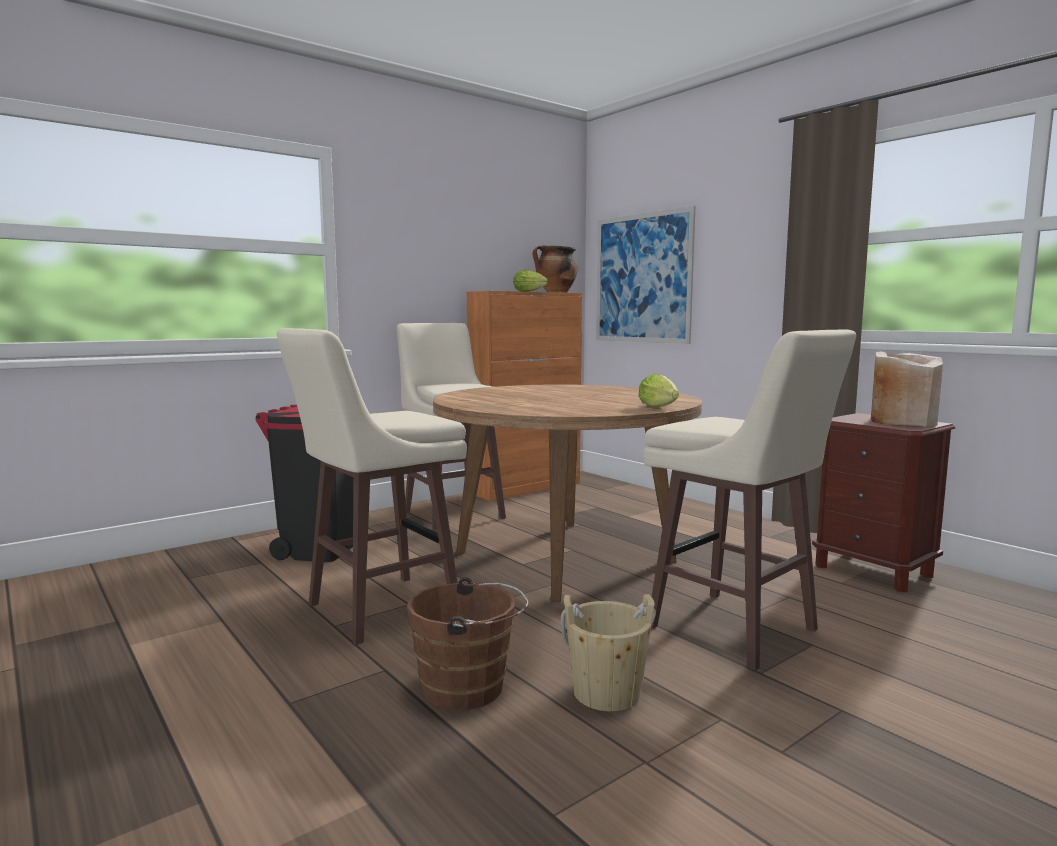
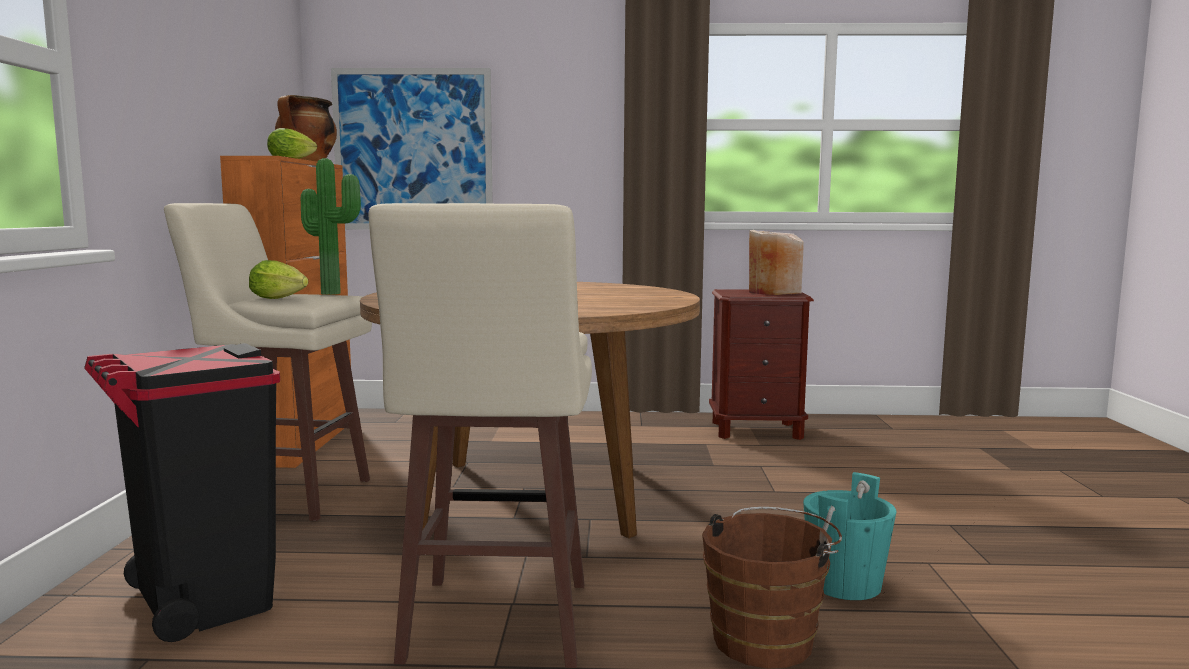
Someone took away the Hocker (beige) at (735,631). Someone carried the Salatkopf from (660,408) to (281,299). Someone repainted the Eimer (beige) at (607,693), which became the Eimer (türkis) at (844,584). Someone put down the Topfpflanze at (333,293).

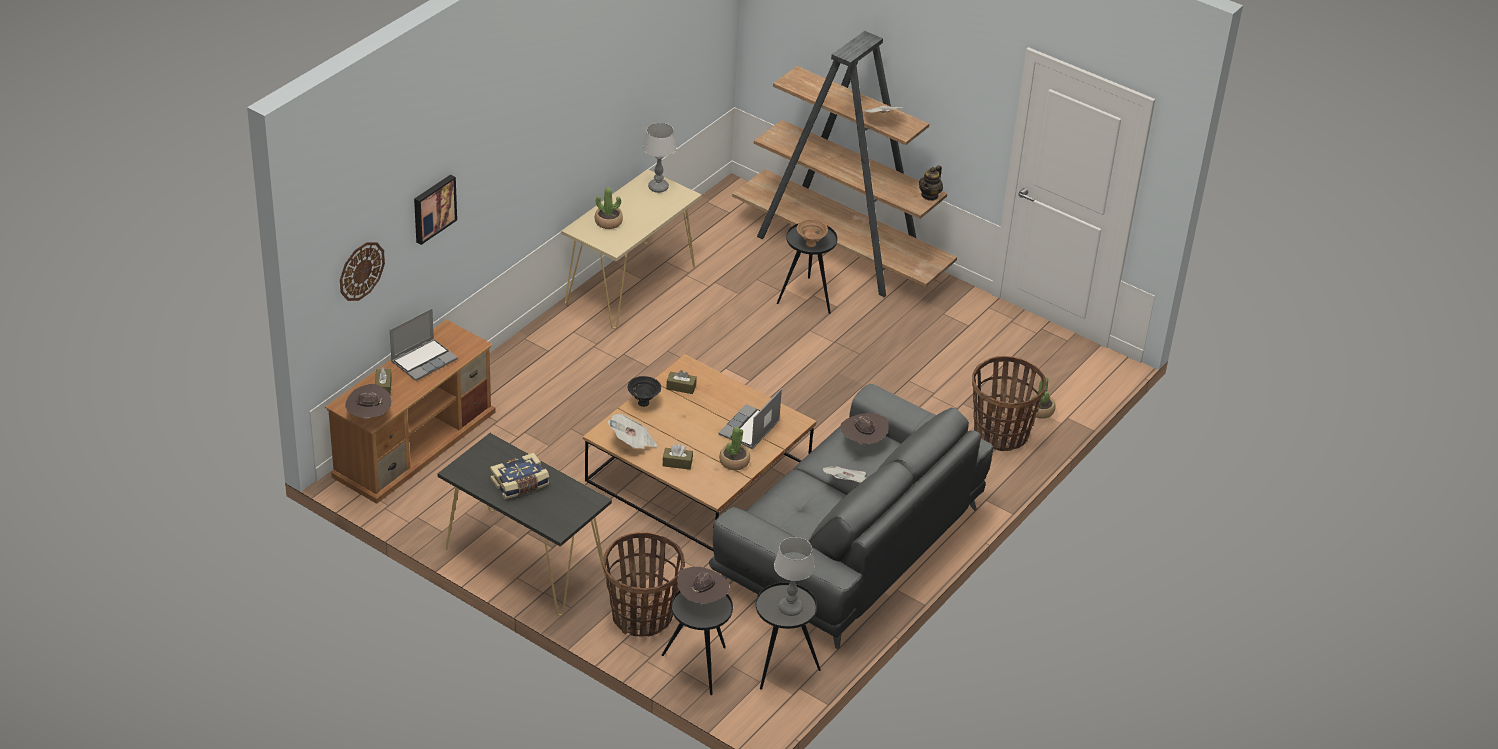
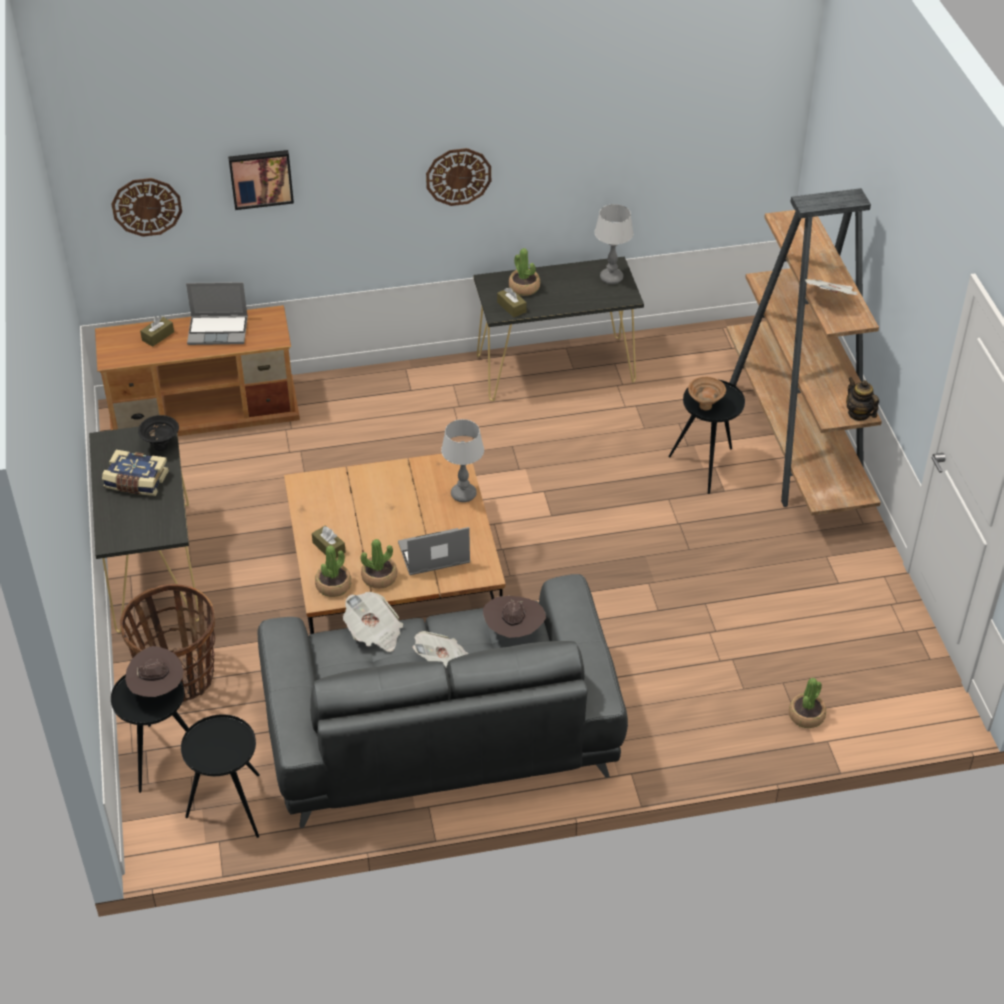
Someone rotated the Teekanne at (930,195) by 75 degrees clockwise. Someone repainted the Konsolentisch (beige) at (631,284), which became the Konsolentisch (schwarz) at (556,368). Someone took away the Korb at (1001,434). Someone carried the Taschentuchbox (braun) from (681,387) to (511,307). Someone carried the Schüssel (schwarz) from (643,402) to (162,446). Someone took away the Hut (braun) at (369,417). Someone carried the Zeitung from (632,442) to (374,633). Someone carried the Tischlampe from (791,608) to (464,494). Someone put up the Wanduhr at (458,176). Someone put down the Topfpflanze at (333,585).

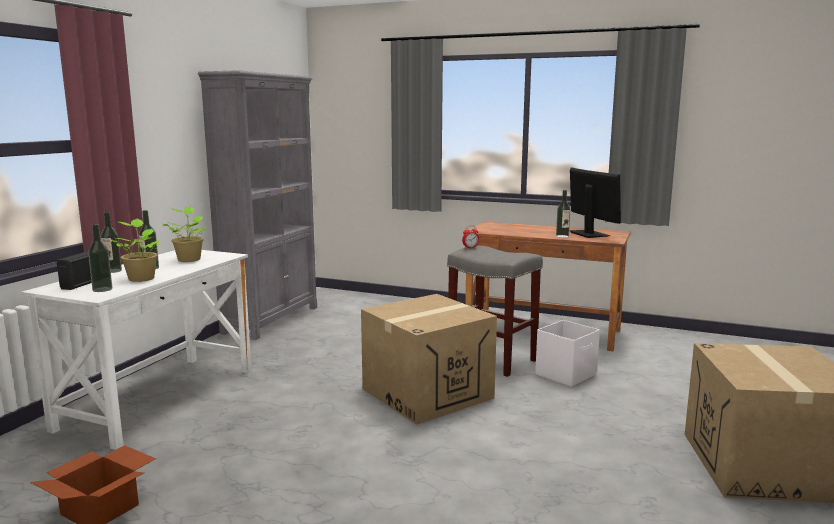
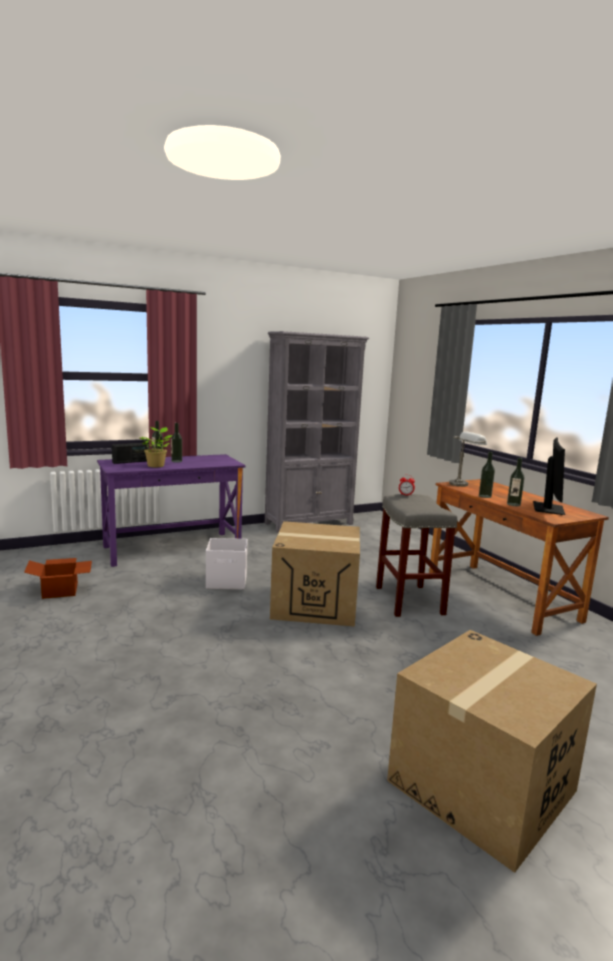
Someone took away the Topfpflanze at (189,259). Someone carried the Flasche from (102,289) to (485,496). Someone repainted the Schreibtisch (weiß) at (159,398), which became the Schreibtisch (lila) at (172,548). Someone carried the Aufbewahrungsbox (weiß) from (566,374) to (227,582). Someone put down the Tischlampe (grau) at (463,483).

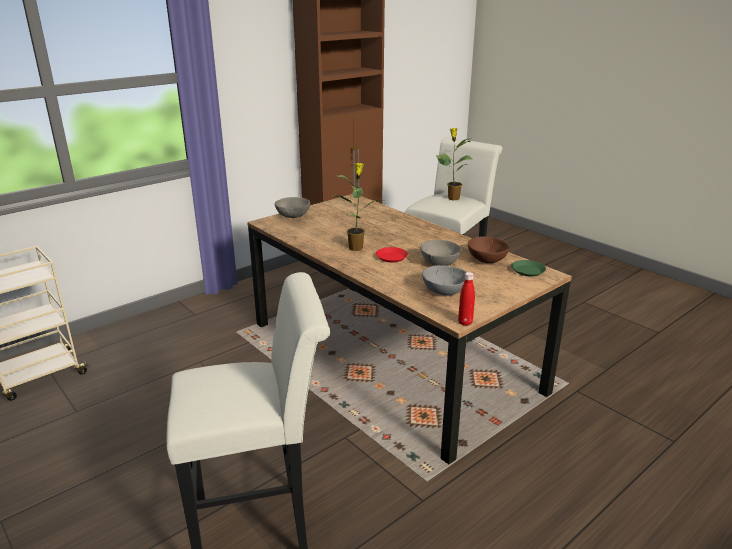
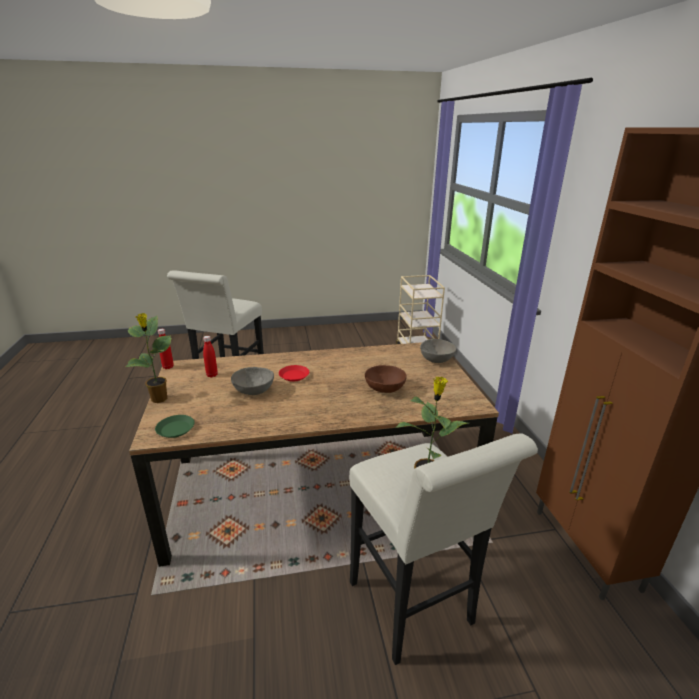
Someone carried the Topfpflanze from (356,247) to (159,399). Someone carried the Schüssel (braun) from (486,260) to (385,389). Someone swapped the Schüssel (grau) at (443,292) for the Flasche (rot) at (212,375).

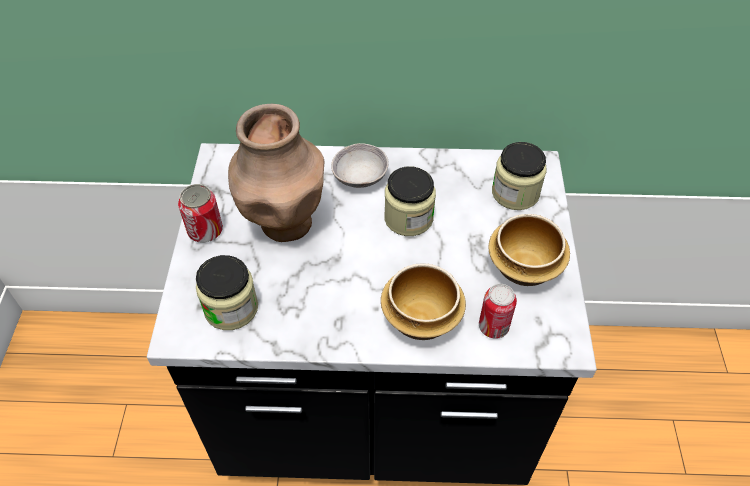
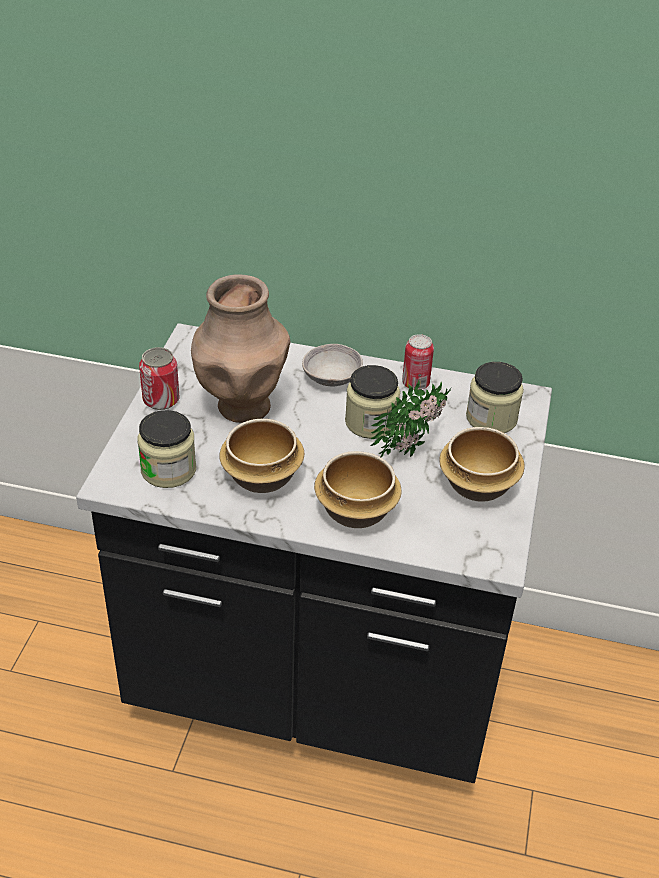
Someone carried the Dose from (493,327) to (415,384). Someone put down the Topfpflanze at (413,448). Someone put down the Schüssel at (263,478).

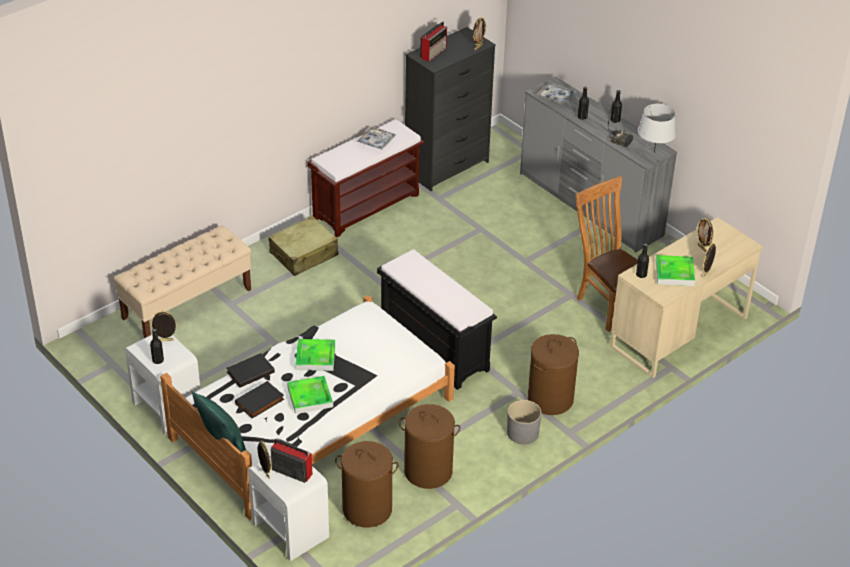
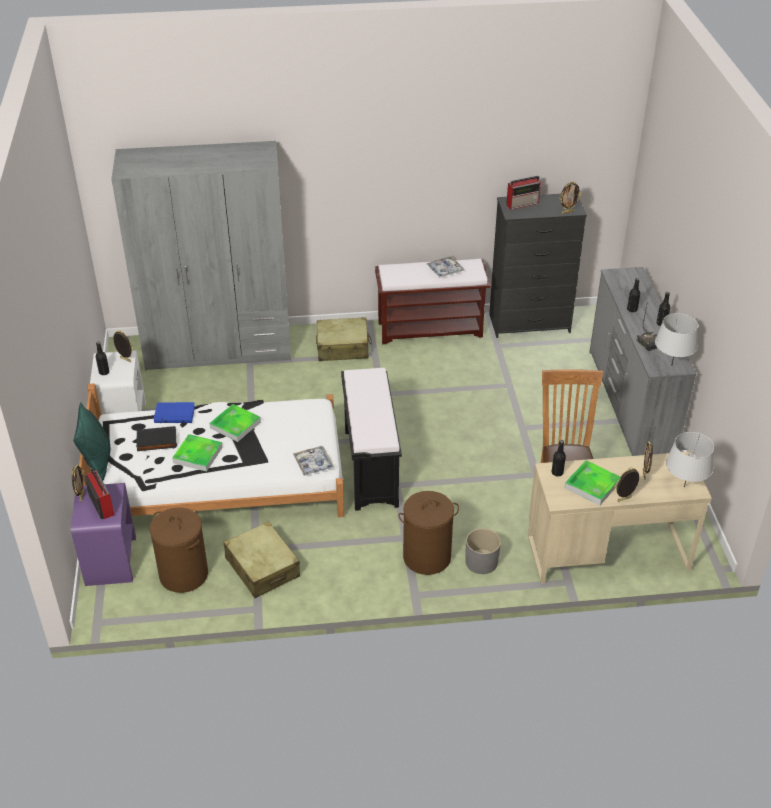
Someone carried the Tablett from (556,96) to (313,464). Someone swapped the Bank (beige) at (187,303) for the Kleiderschrank (grau) at (219,349). Someone repainted the Buch (schwarz) at (250,371), which became the Buch (blau) at (175,414). Someone carried the Pflanzkübel (grau) from (522,433) to (481,562). Someone swapped the Wäschekorb (braun) at (427,471) for the Koffer (beige) at (262,567). Someone repainted the Nachttisch (weiß) at (290,529), which became the Nachttisch (lila) at (111,560). Someone put down the Tischlampe (grau) at (684,487).

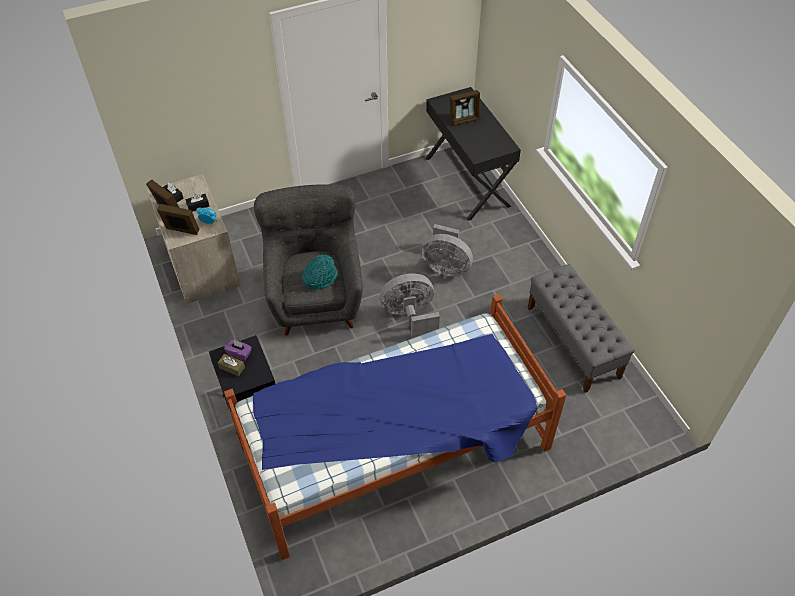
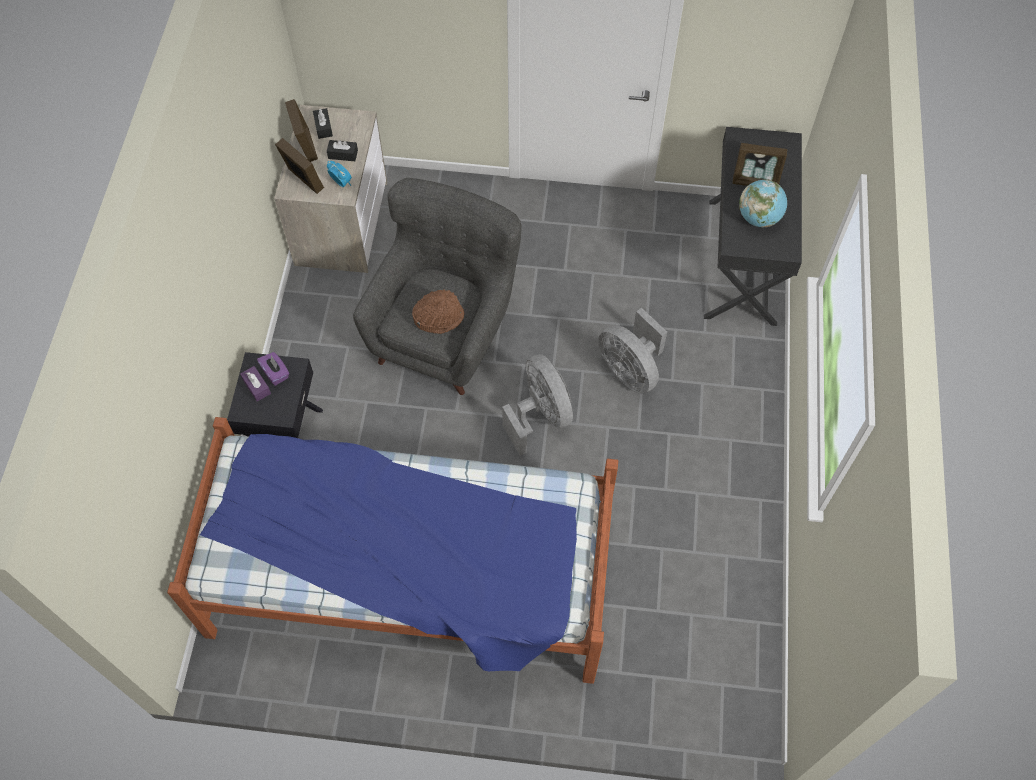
Someone repainted the Hut (türkis) at (320,278), which became the Hut (braun) at (439,317). Someone took away the Bank (grau) at (573,342). Someone rotated the Ventilator (grau) at (410,316) by 45 degrees clockwise. Someone repainted the Taschentuchbox (braun) at (232,367), which became the Taschentuchbox (lila) at (256,386). Someone put down the Globus at (759,218).

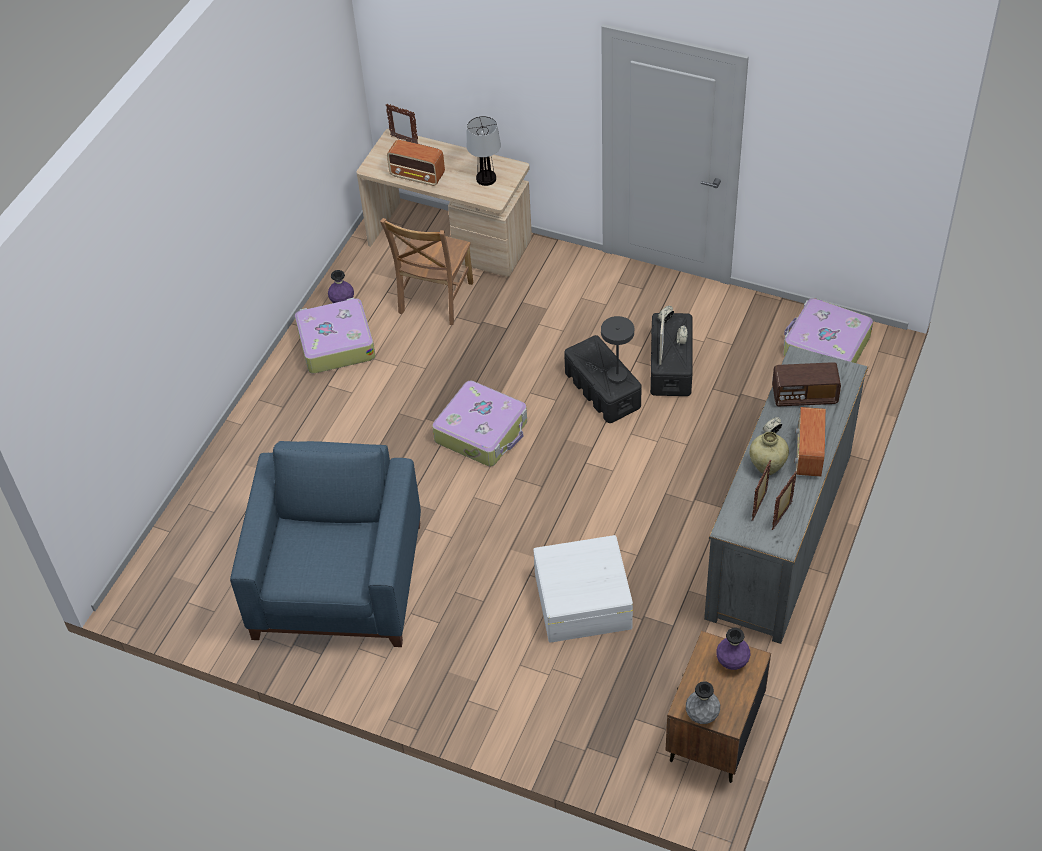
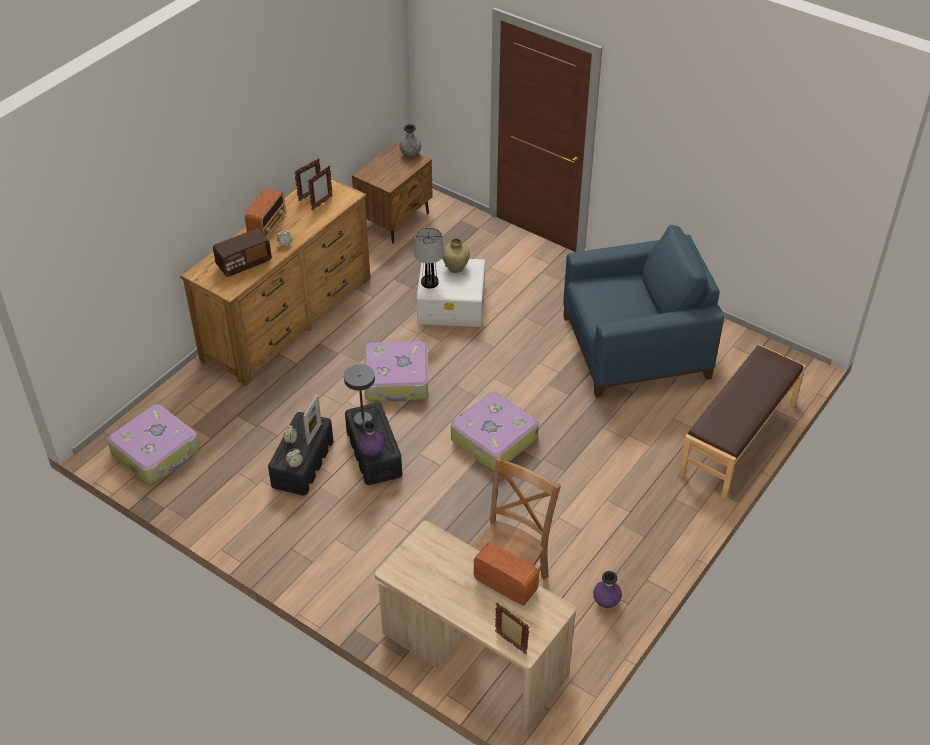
Someone carried the Tischlampe from (486,178) to (429,283). Someone carried the Koffer from (335,343) to (397,380). Someone repainted the Kommode (grau) at (779,535), which became the Kommode (braun) at (288,318). Someone rotated the Radio at (804,396) by 135 degrees clockwise. Someone carried the Vase (beige) from (767,467) to (455,268). Someone rotated the Sessel (blau) at (338,582) by 120 degrees counterclockwise. Someone carried the Vase (lila) from (732,662) to (371,452). Someone put down the Bank (braun) at (739,439).

